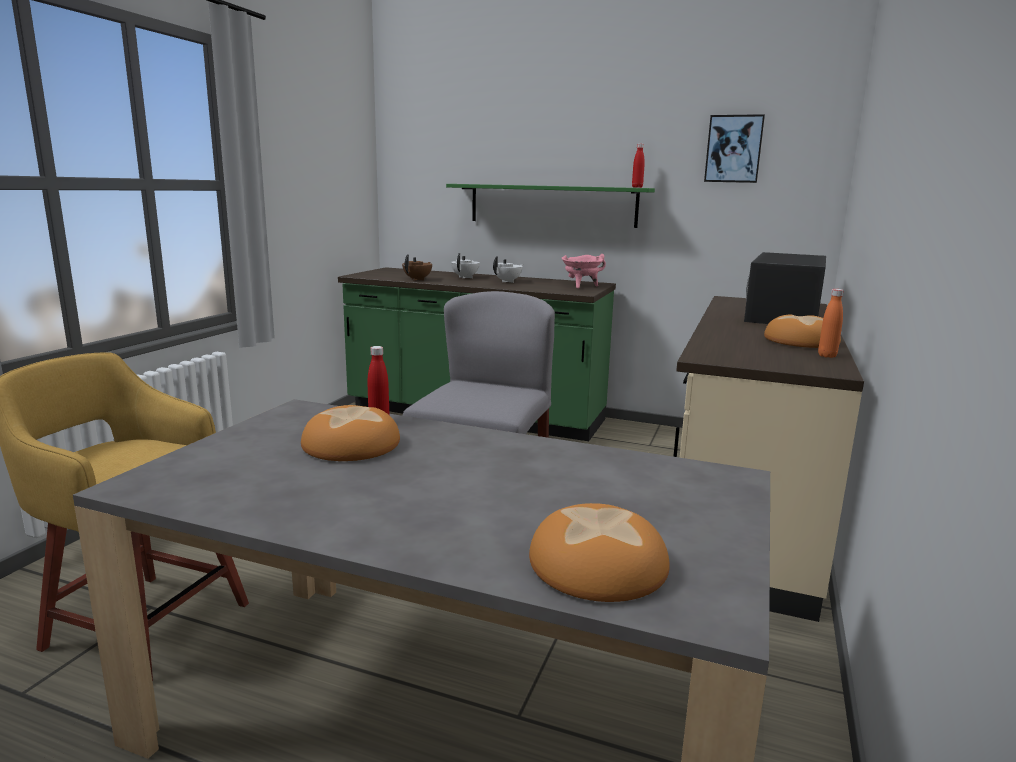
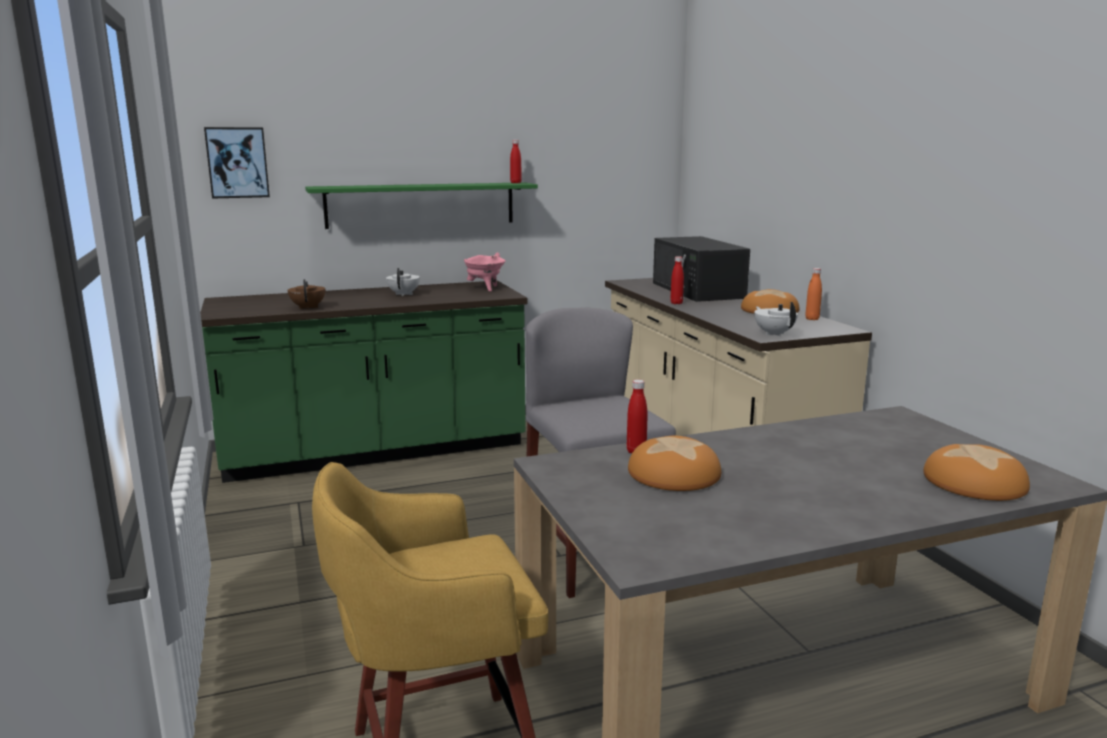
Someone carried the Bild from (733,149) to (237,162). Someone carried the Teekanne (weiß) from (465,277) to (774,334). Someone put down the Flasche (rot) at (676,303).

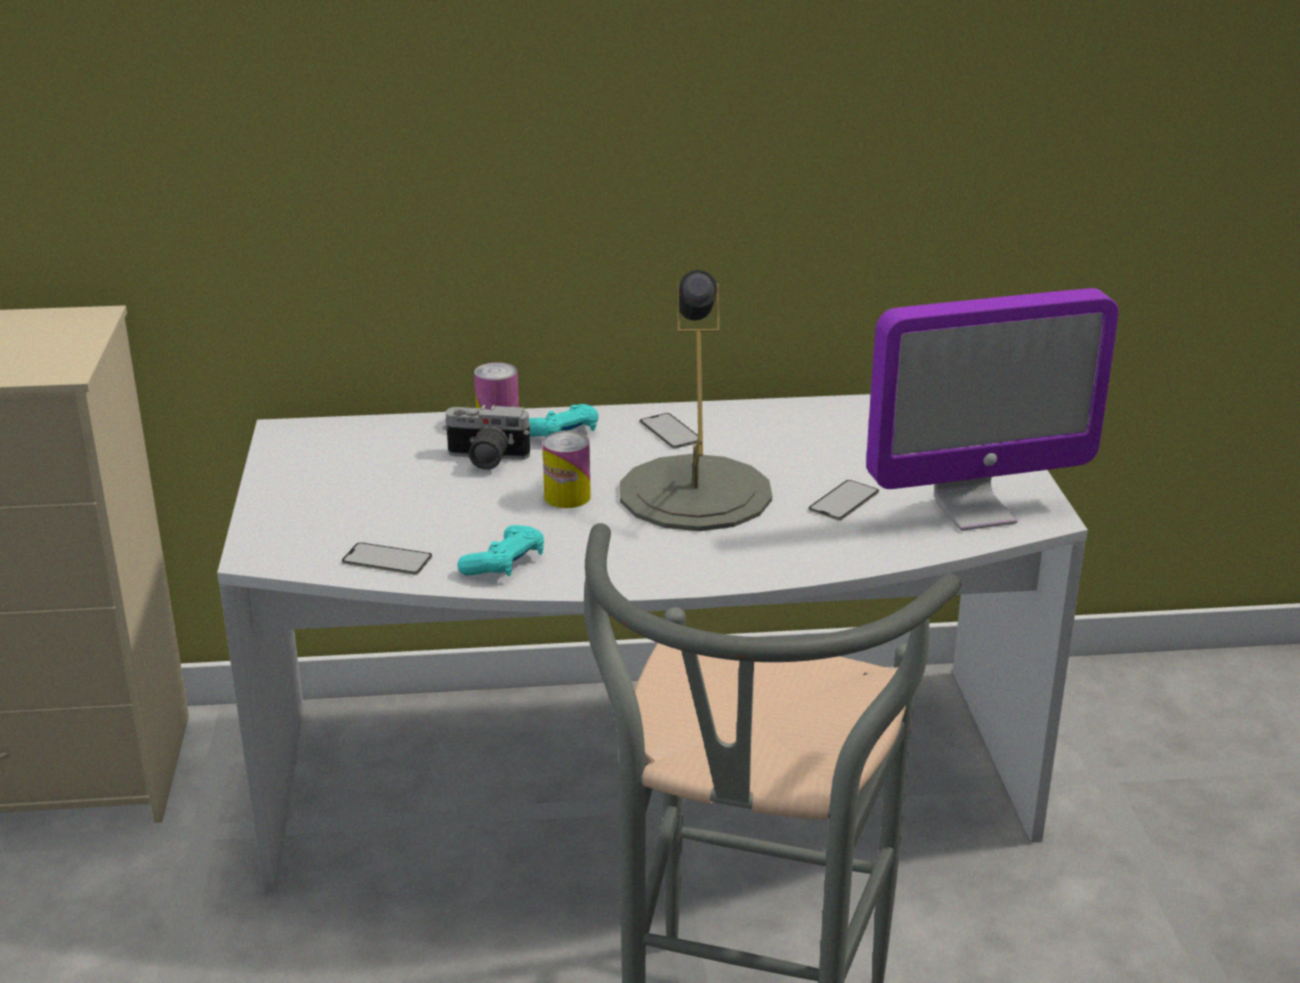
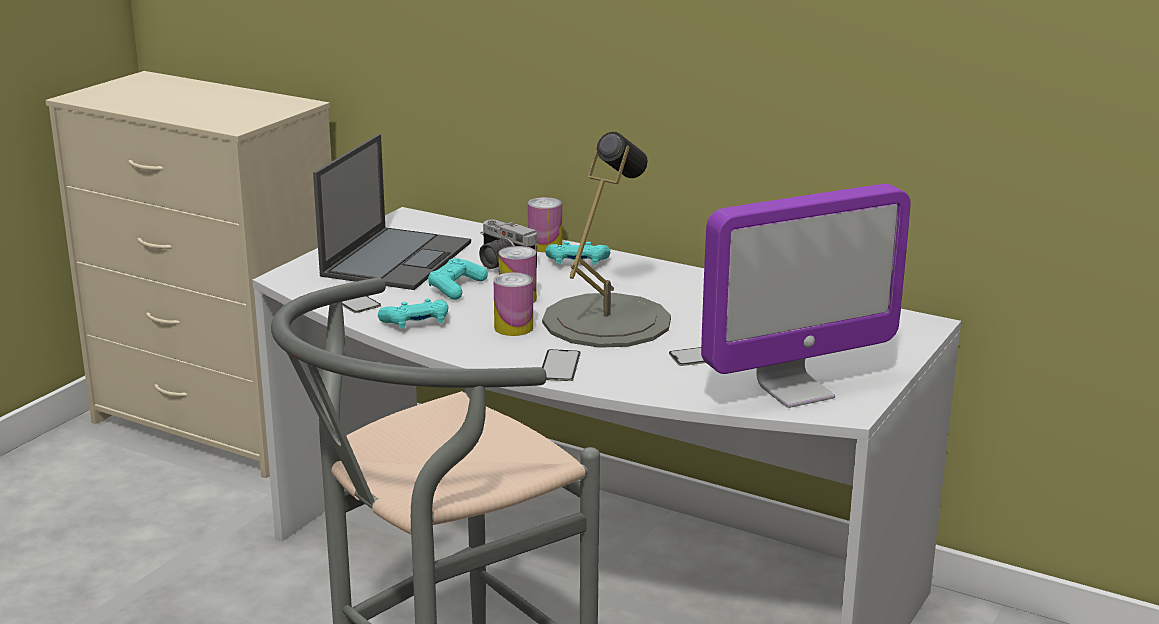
Someone rotated the Monitor at (974,511) by 45 degrees counterclockwise. Someone carried the Handy from (670,431) to (560,366). Someone put down the Laptop at (397,258). Someone put down the Gamepad (türkis) at (456,287). Someone put down the Dose at (513,328).

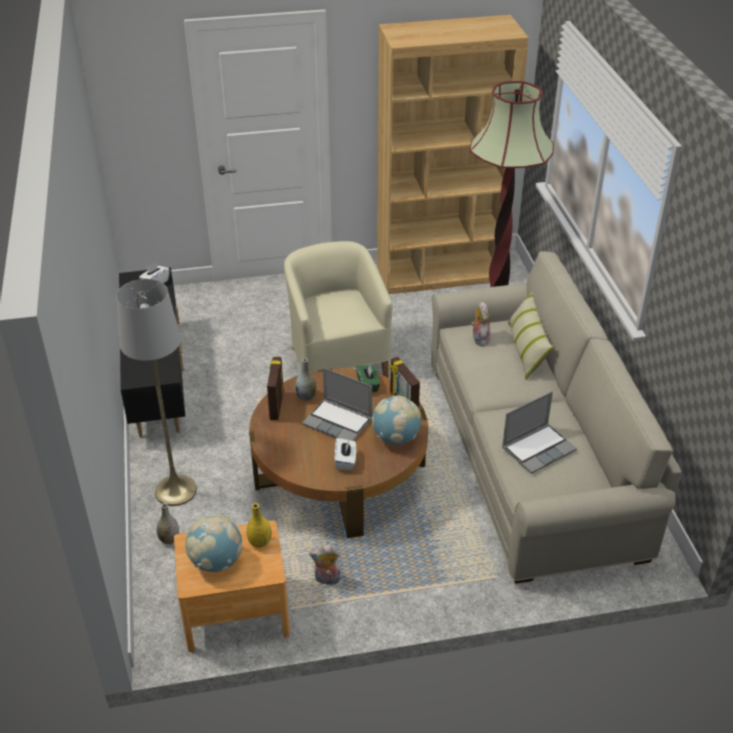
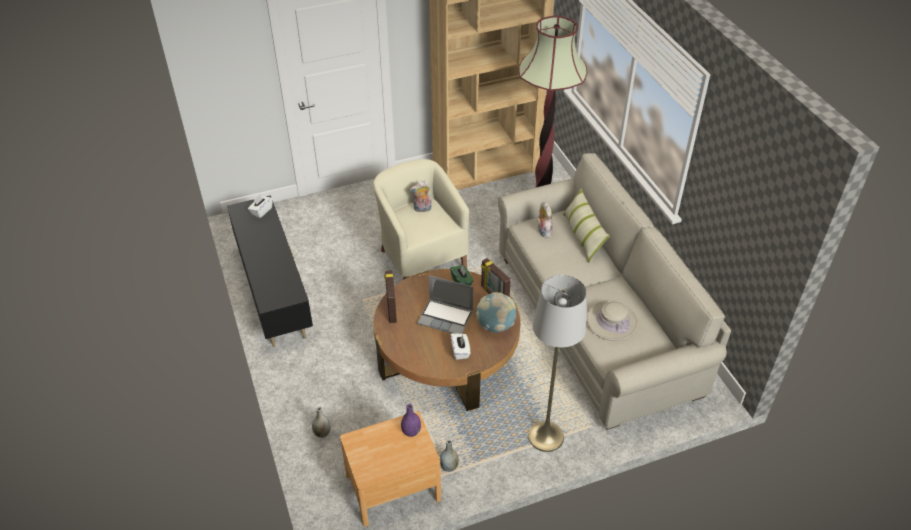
Someone carried the Stehlampe (grau) from (175,490) to (545,436). Someone carried the Vase (grau) from (306,397) to (449,466). Someone swapped the Laptop at (538,448) for the Hut (beige) at (612,321). Someone repainted the Vase (gelb) at (259,542), which became the Vase (lila) at (411,432). Someone took away the Globus at (216,561). Someone carried the Plüschtier from (327,580) to (422,209).

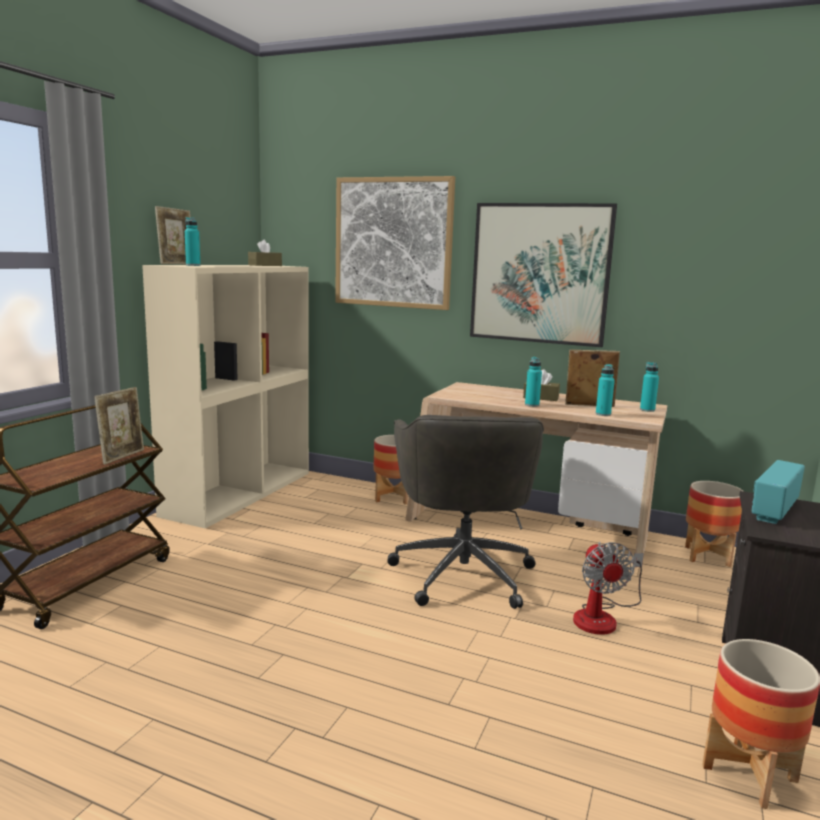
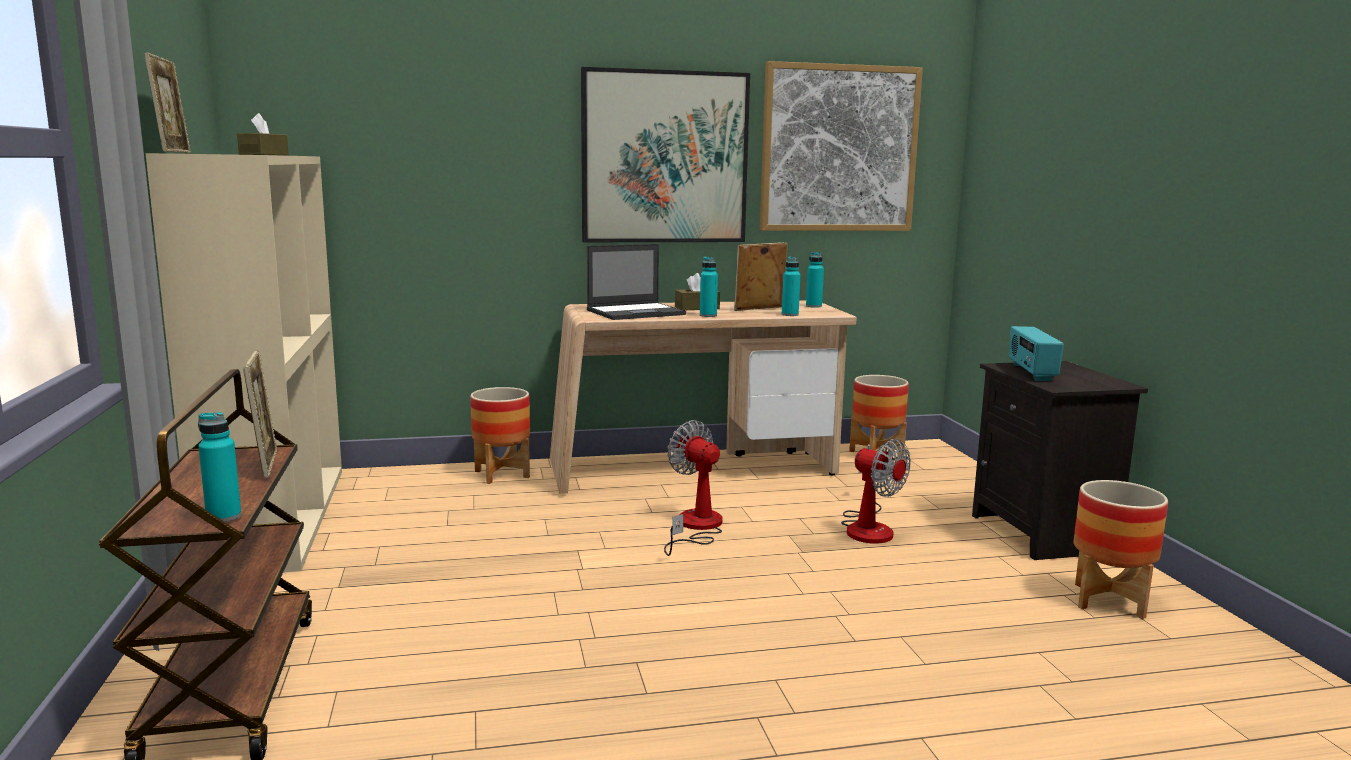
Someone carried the Bild from (393,243) to (839,149). Someone carried the Flasche (türkis) from (193,265) to (223,516). Someone swapped the Bürostuhl (grau) at (463,572) for the Ventilator at (695,527). Someone put down the Laptop at (636,312).

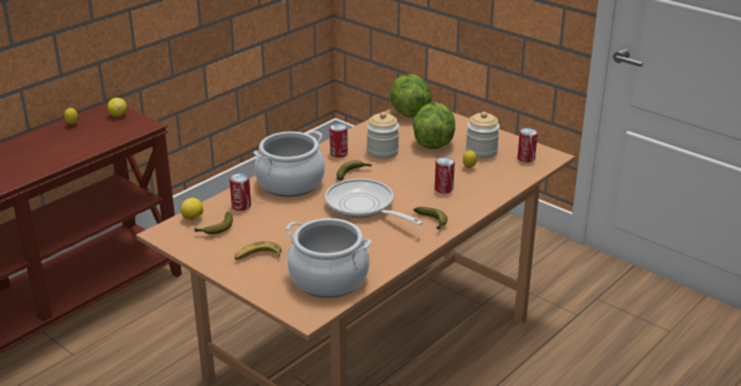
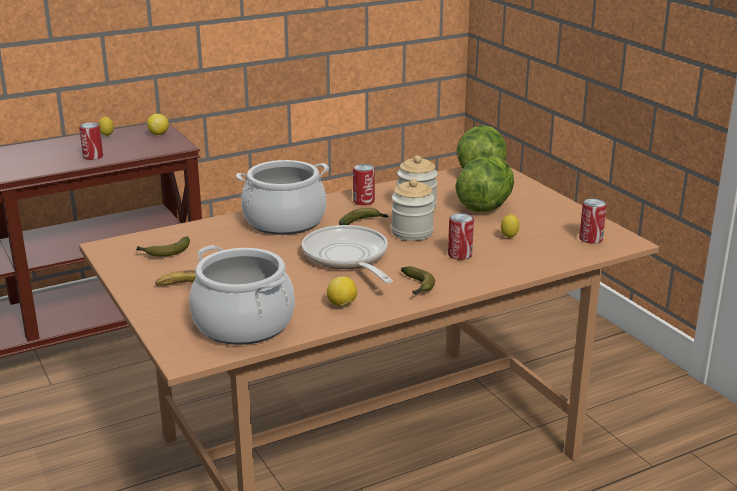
Someone carried the Vorratsglas from (481,151) to (412,232). Someone carried the Dose from (241,206) to (93,156). Someone carried the Zitrone from (193,218) to (342,305).

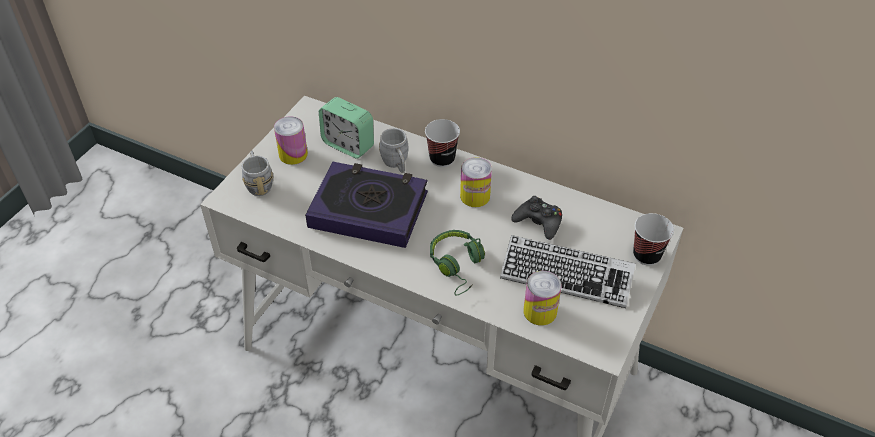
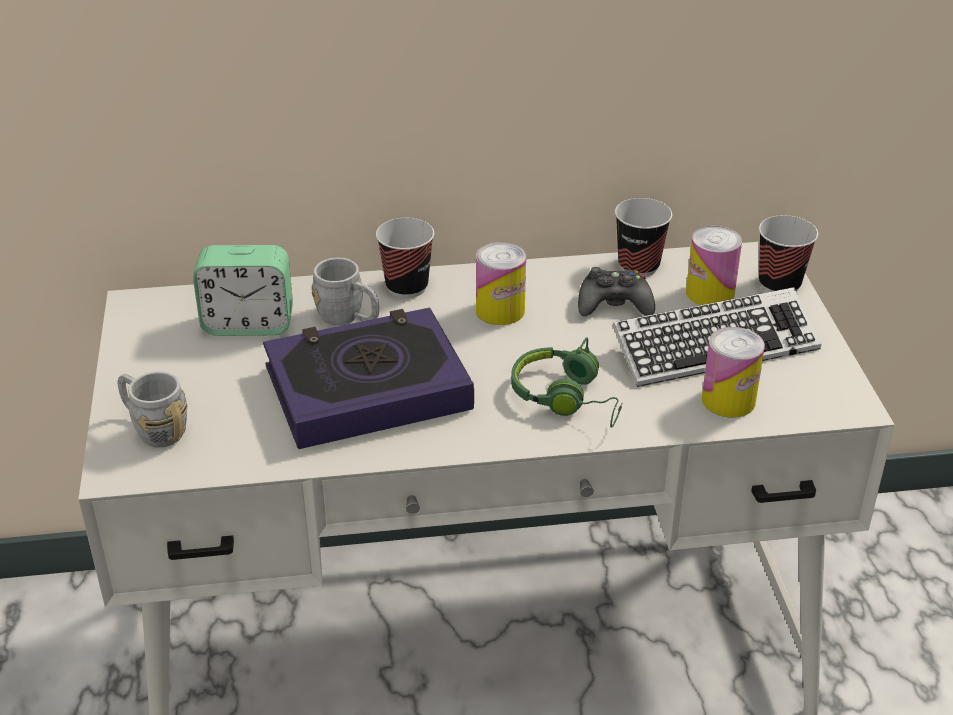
Someone carried the Dose from (293,154) to (710,293). Someone put down the Tasse at (638,266).

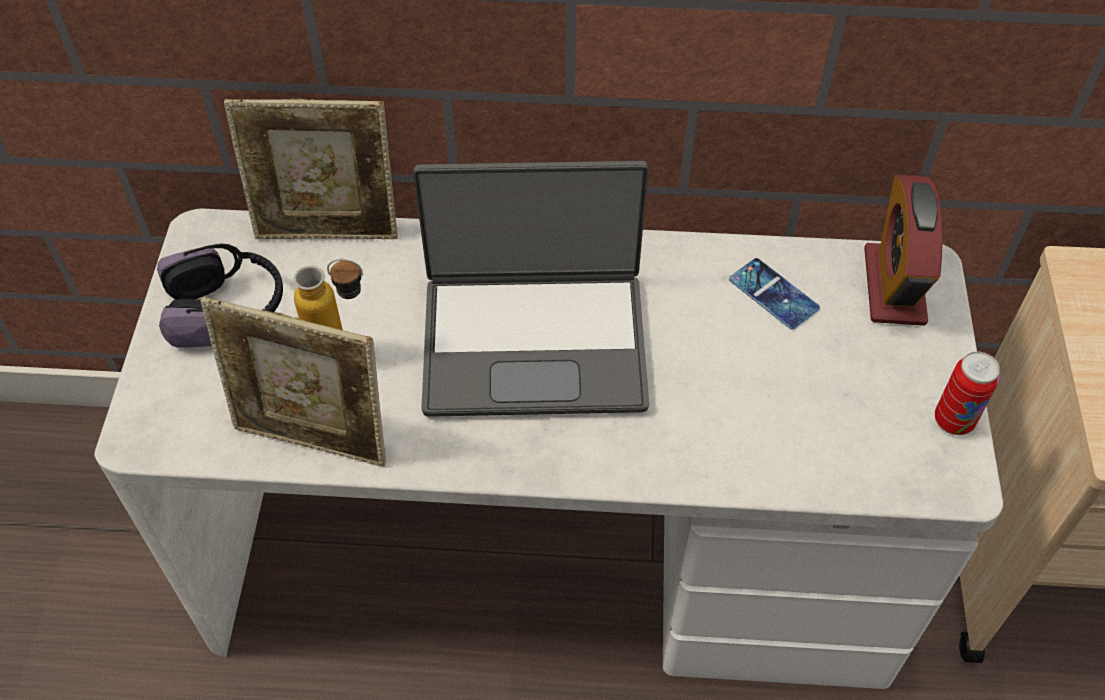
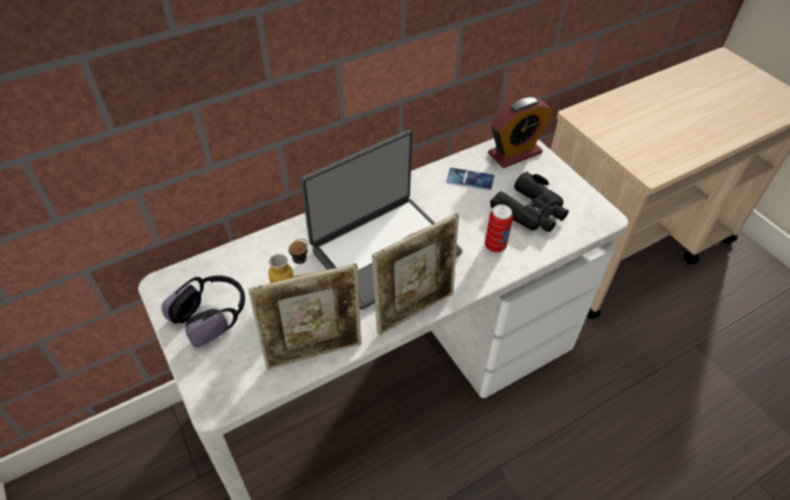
Someone carried the Bilderrahmen from (329,232) to (414,310). Someone rotated the Wecker at (894,286) by 90 degrees counterclockwise. Someone carried the Dose from (953,420) to (495,246). Someone put down the Fernglas (schwarz) at (530,211).

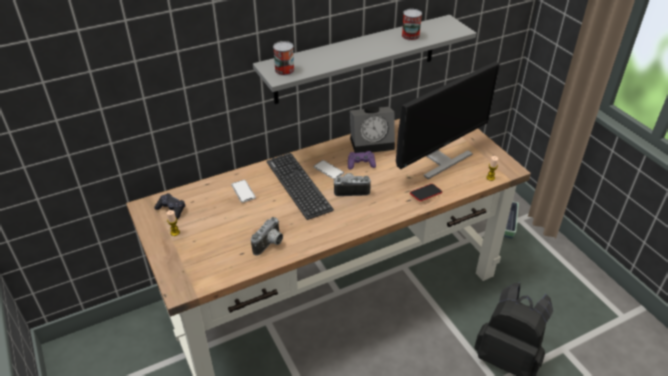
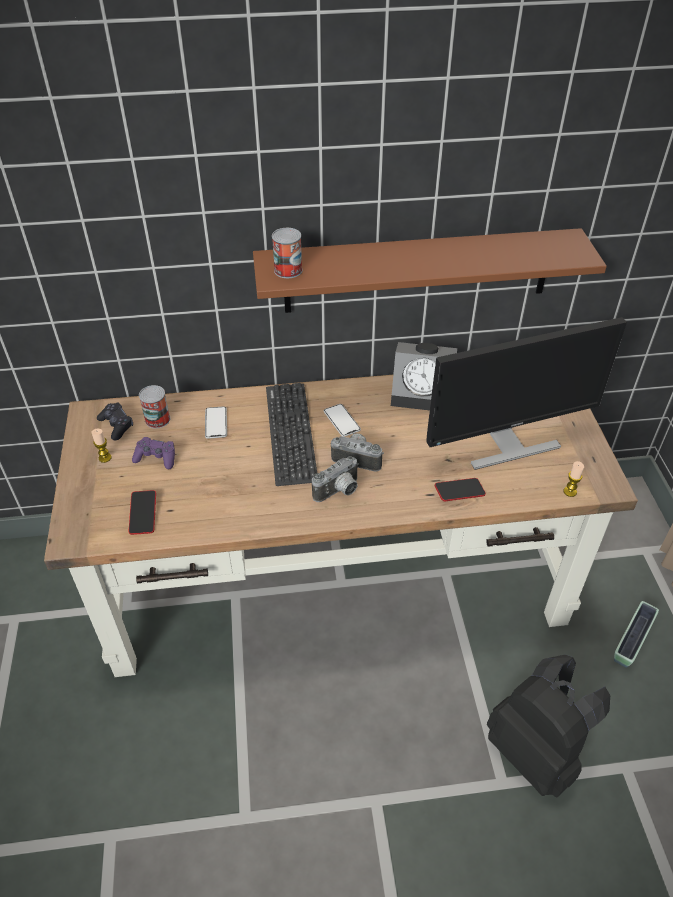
Someone carried the Dose from (410,36) to (157,419). Someone repainted the Wandregal (grau) at (356,59), which became the Wandregal (braun) at (417,271). Someone carried the Gamepad (lila) from (361,164) to (156,458). Someone carried the Pflanzkübel from (509,224) to (632,640). Someone carried the Kamera from (270,244) to (339,492). Someone put down the Handy at (143,514).

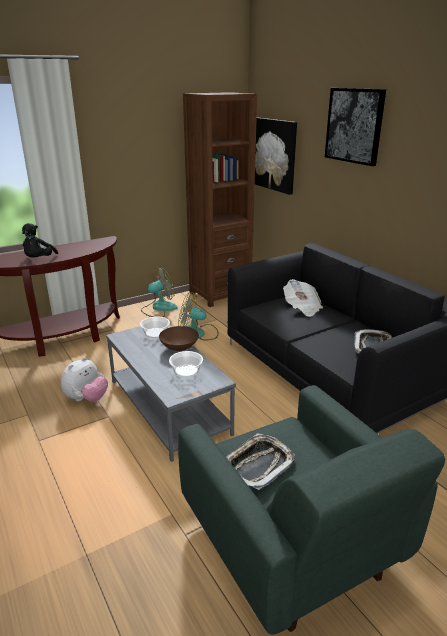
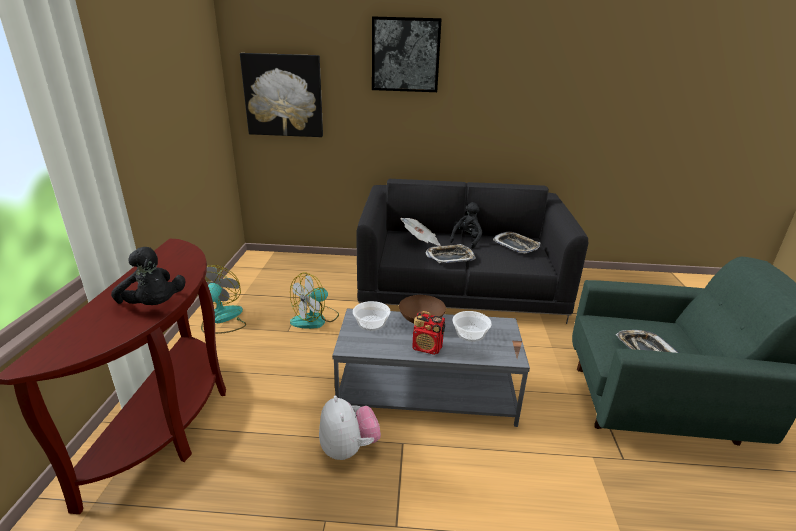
Someone took away the Bücherregal (braun) at (220,294). Someone put down the Plüschtier (schwarz) at (466,240). Someone put down the Tablett at (450,257). Someone put down the Radio at (427,348).

